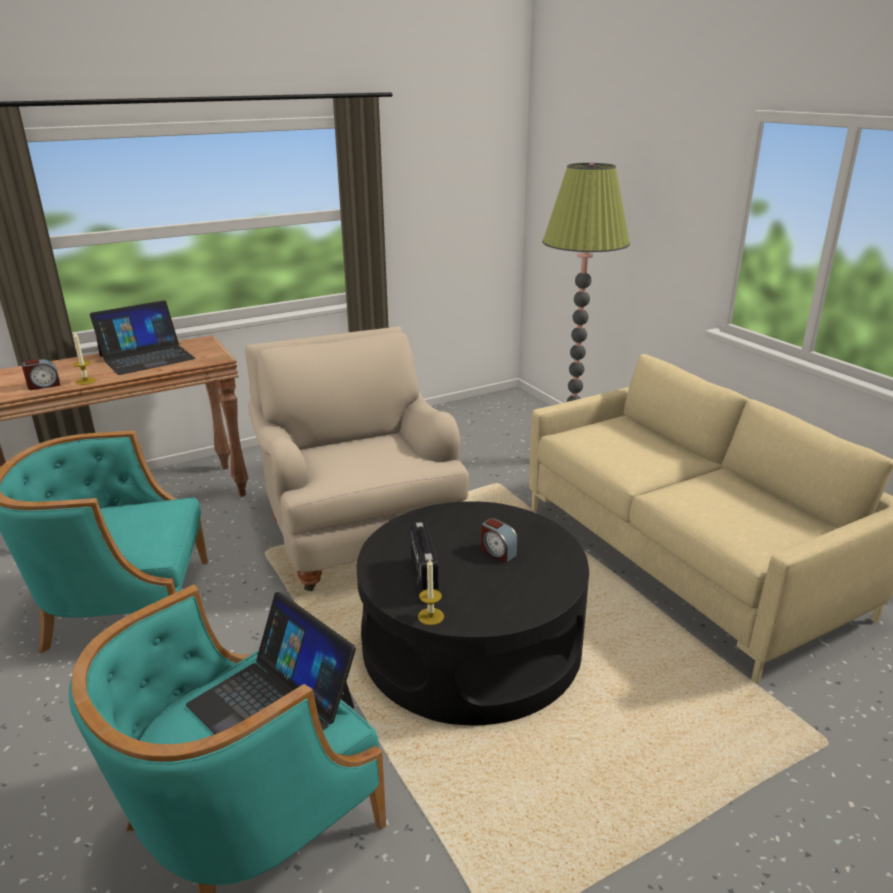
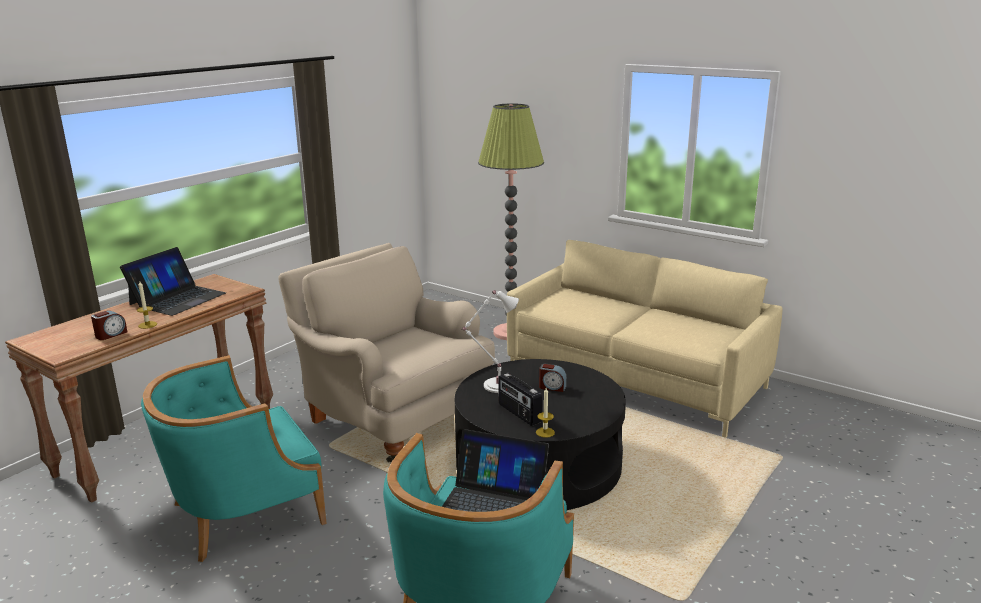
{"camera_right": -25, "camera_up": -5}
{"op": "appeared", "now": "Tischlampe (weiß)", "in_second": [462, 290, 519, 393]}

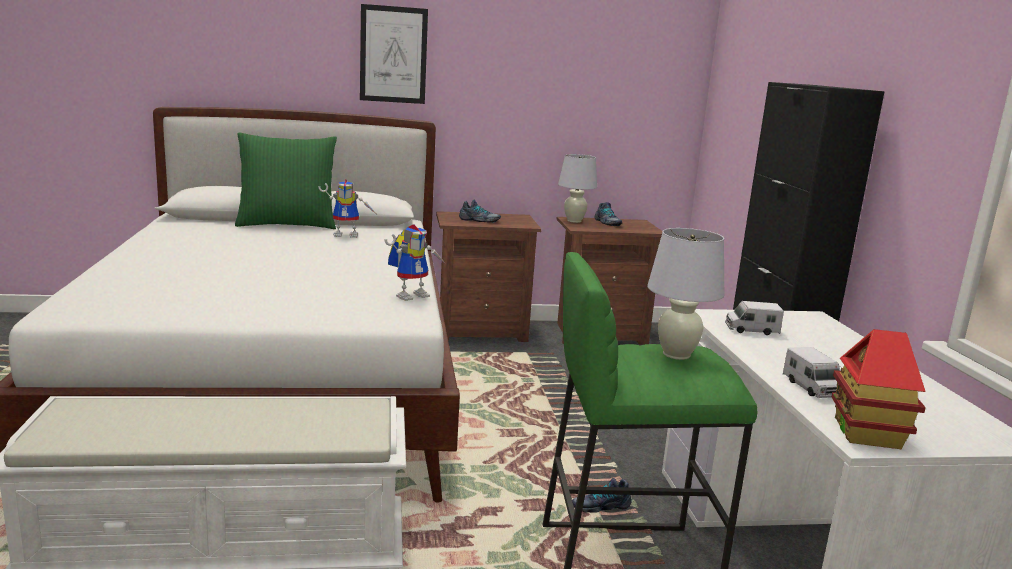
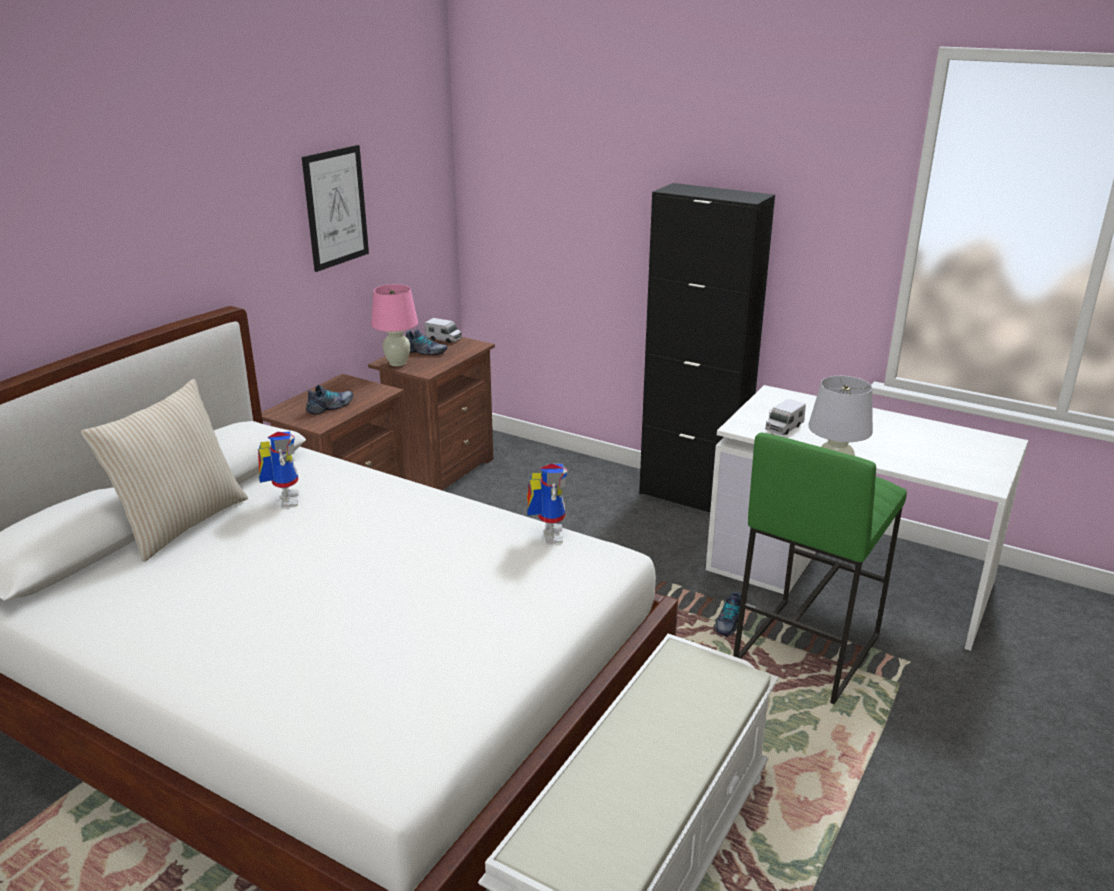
{"camera_right": -50, "camera_up": 10}
{"op": "colour", "was": "Kissen (grün)", "now": "Kissen (beige)", "in_first": [235, 133, 337, 229], "in_second": [81, 379, 248, 562]}
{"op": "spun", "was": "Spielzeugroboter", "in_first": [318, 180, 375, 238], "in_second": [258, 431, 299, 507], "clockwise": -45}
{"op": "relocated", "was": "Bild", "in_first": [360, 4, 428, 104], "in_second": [302, 145, 369, 272]}
{"op": "colour", "was": "Tischlampe (weiß)", "now": "Tischlampe (rosa)", "in_first": [558, 154, 597, 223], "in_second": [371, 284, 418, 366]}
{"op": "relocated", "was": "Spielzeuglaster", "in_first": [783, 347, 842, 398], "in_second": [425, 318, 462, 343]}
{"op": "missing", "was": "Spielzeughaus", "in_first": [832, 329, 926, 449]}

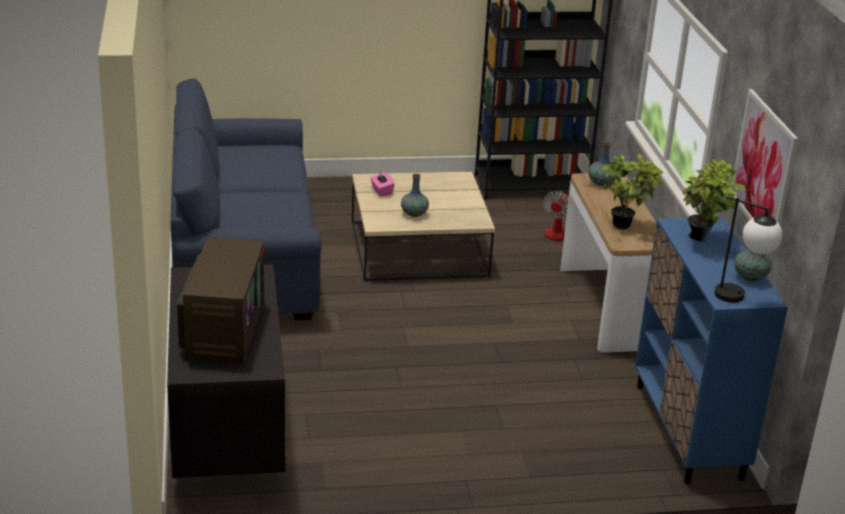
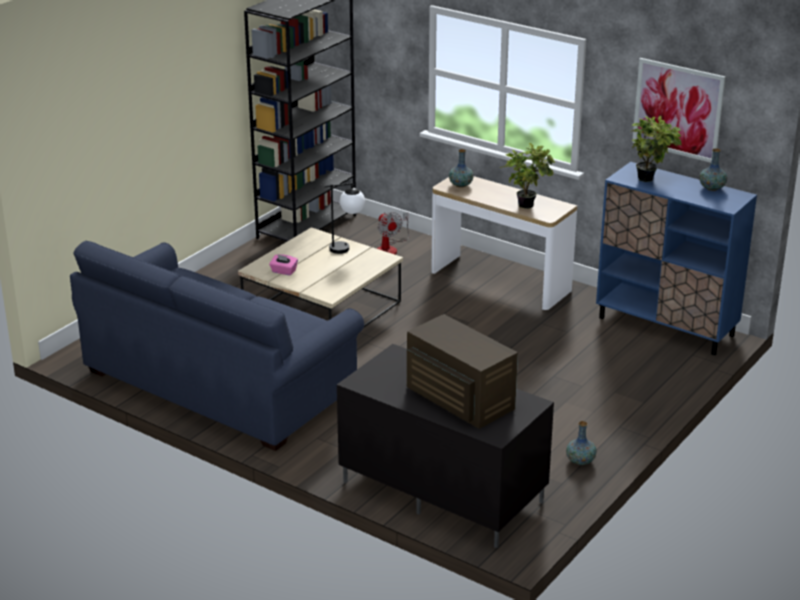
{"camera_right": -45, "camera_up": 0}
{"op": "relocated", "was": "Vase", "in_first": [401, 174, 429, 217], "in_second": [566, 421, 597, 465]}
{"op": "relocated", "was": "Tischlampe", "in_first": [714, 196, 782, 303], "in_second": [324, 183, 365, 254]}

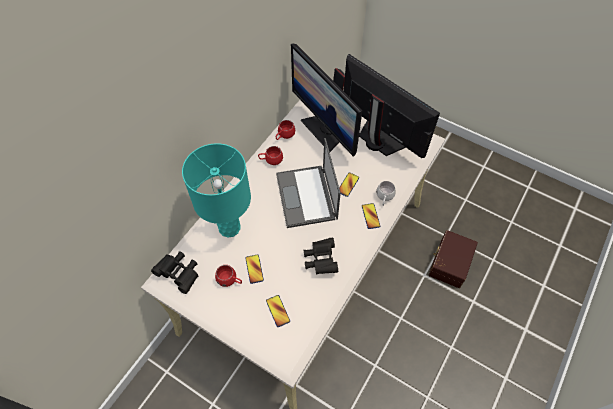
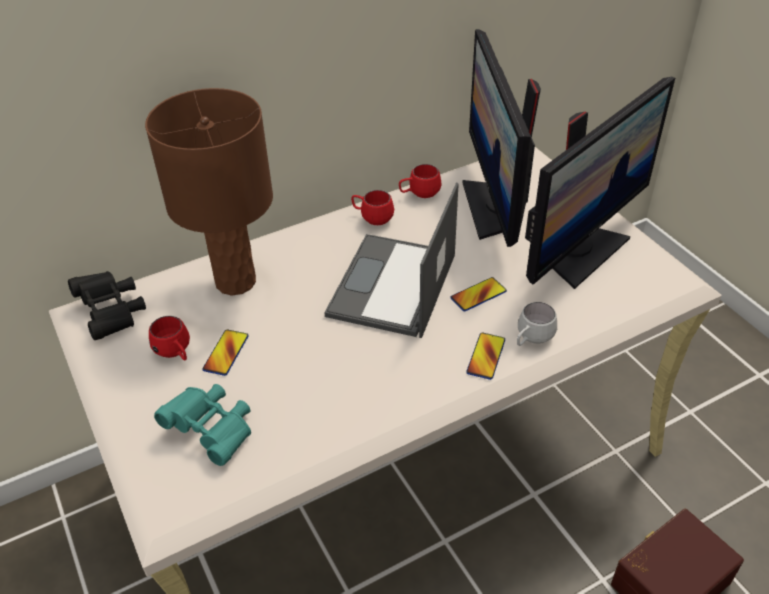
{"camera_right": 30, "camera_up": -15}
{"op": "colour", "was": "Tischlampe (türkis)", "now": "Tischlampe (braun)", "in_first": [182, 143, 251, 238], "in_second": [145, 88, 273, 296]}
{"op": "exchanged", "was": "Handy", "now": "Fernglas (türkis)", "in_first": [266, 295, 290, 327], "in_second": [154, 384, 251, 466]}
{"op": "missing", "was": "Fernglas (schwarz)", "in_first": [304, 238, 338, 275]}
{"op": "spun", "was": "Monitor", "in_first": [344, 54, 440, 158], "in_second": [525, 77, 675, 289], "clockwise": 60}

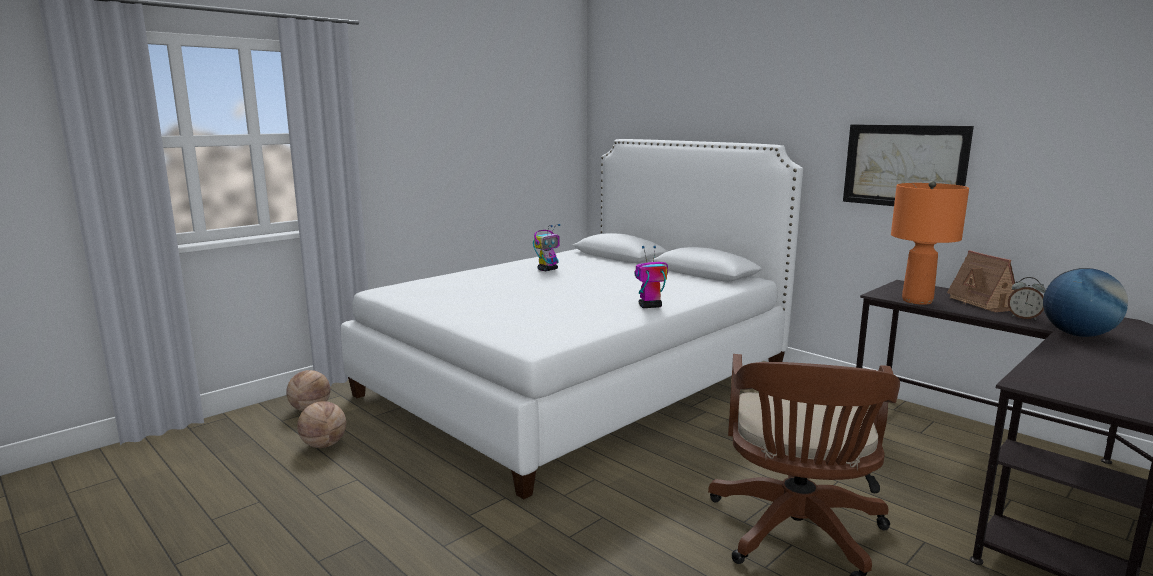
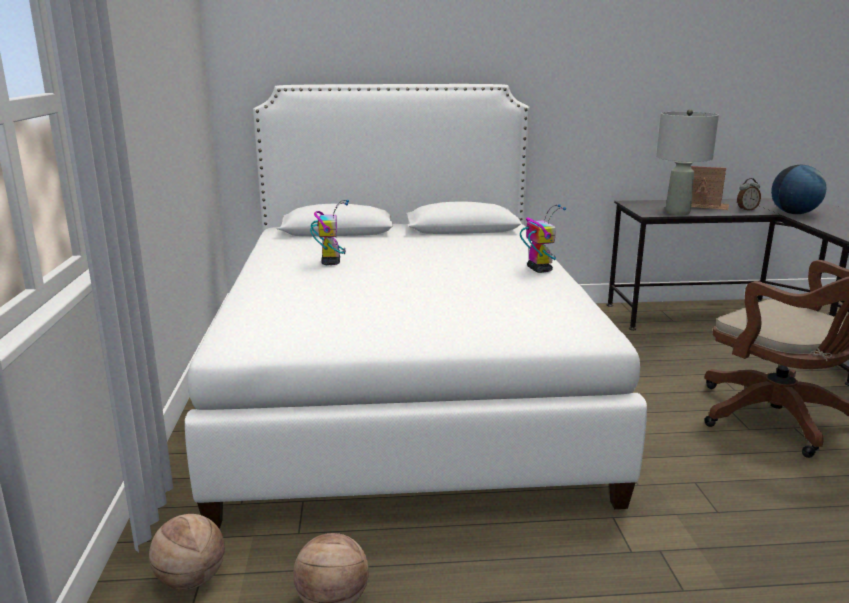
{"camera_right": -50, "camera_up": 5}
{"op": "spun", "was": "Spielzeugroboter", "in_first": [634, 246, 668, 308], "in_second": [520, 204, 566, 273], "clockwise": 135}
{"op": "missing", "was": "Bild", "in_first": [843, 124, 974, 206]}
{"op": "colour", "was": "Tischlampe (orange)", "now": "Tischlampe (grau)", "in_first": [891, 181, 969, 305], "in_second": [656, 109, 719, 215]}

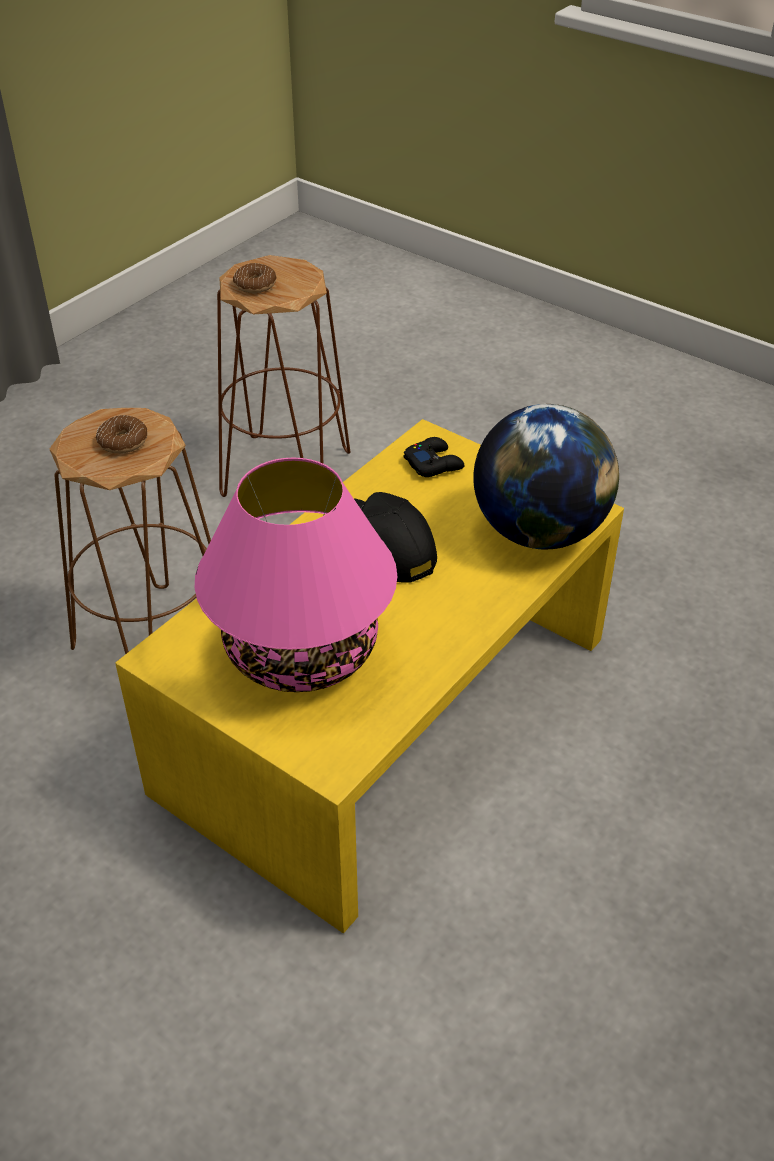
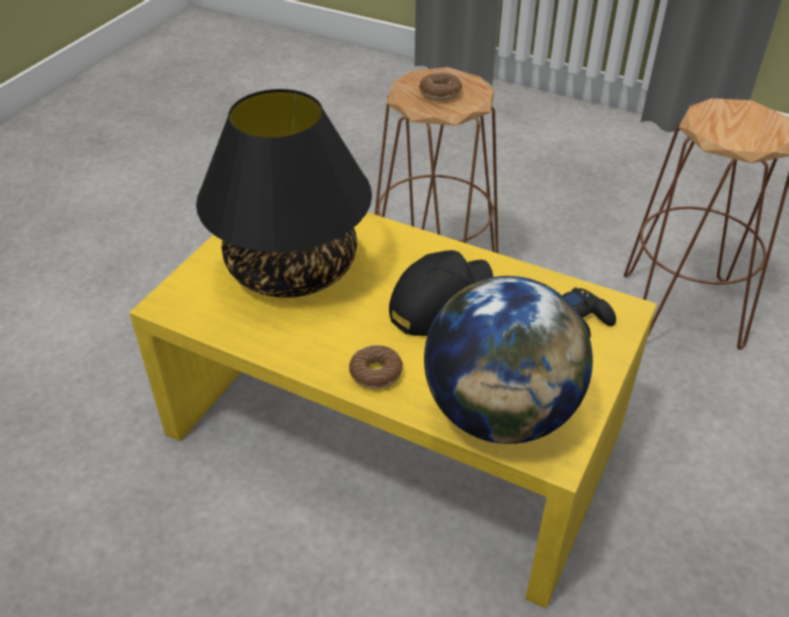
{"camera_right": 80, "camera_up": 0}
{"op": "colour", "was": "Tischlampe (rosa)", "now": "Tischlampe (schwarz)", "in_first": [194, 457, 397, 692], "in_second": [196, 89, 372, 298]}
{"op": "relocated", "was": "Donut", "in_first": [233, 263, 277, 293], "in_second": [349, 345, 403, 389]}

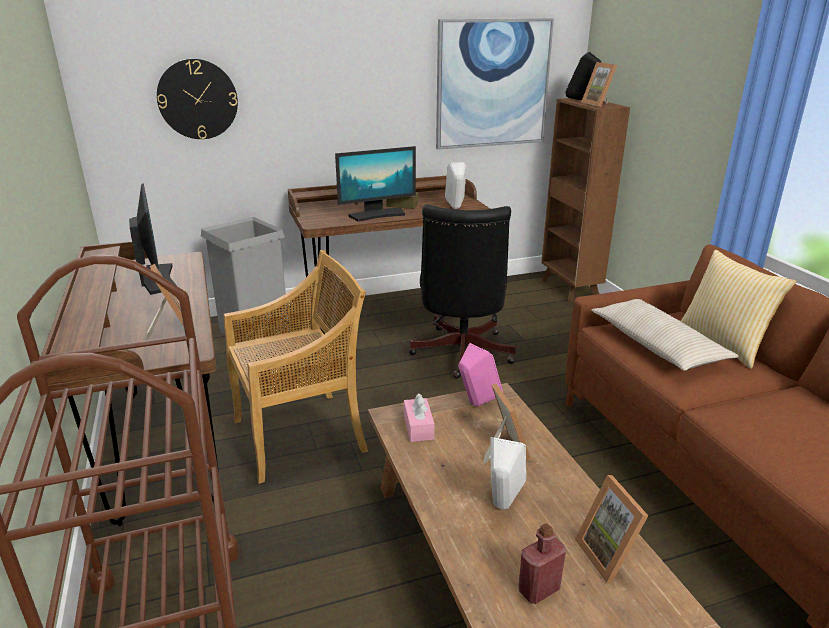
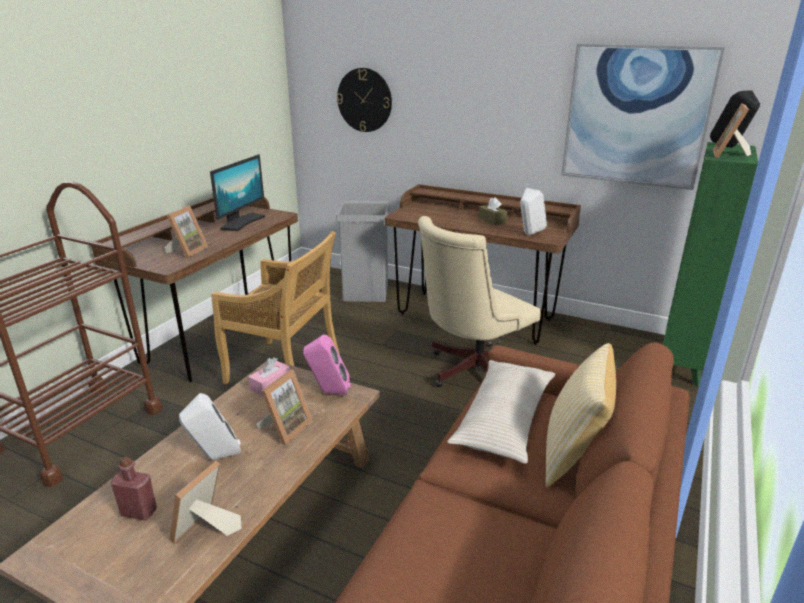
{"camera_right": 45, "camera_up": 0}
{"op": "missing", "was": "Monitor", "in_first": [335, 146, 416, 222]}
{"op": "colour", "was": "Bürostuhl (schwarz)", "now": "Bürostuhl (beige)", "in_first": [409, 204, 516, 378], "in_second": [418, 216, 541, 387]}
{"op": "colour", "was": "Bücherregal (braun)", "now": "Bücherregal (grün)", "in_first": [541, 98, 630, 303], "in_second": [661, 142, 758, 387]}

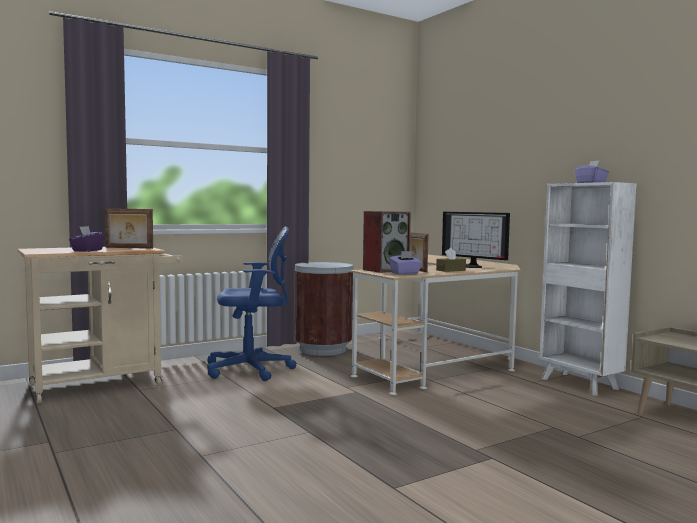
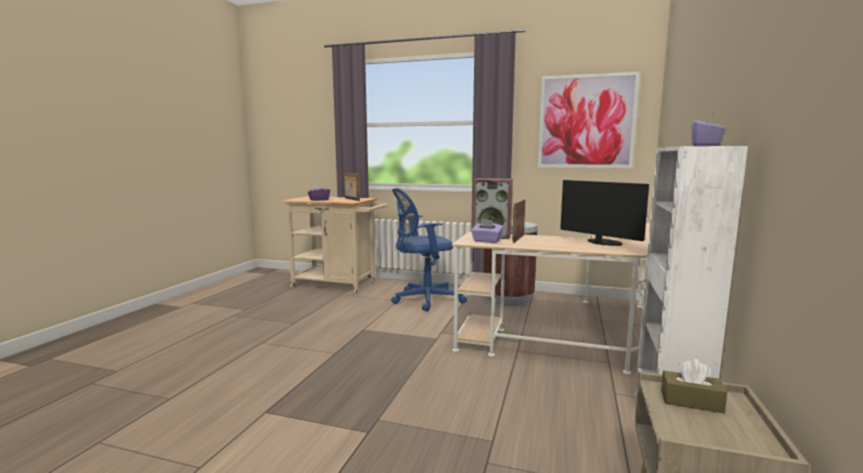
{"camera_right": 50, "camera_up": 5}
{"op": "spun", "was": "Bürostuhl (blau)", "in_first": [207, 226, 297, 381], "in_second": [391, 188, 467, 311], "clockwise": 120}
{"op": "relocated", "was": "Taschentuchbox (braun)", "in_first": [436, 248, 466, 272], "in_second": [661, 359, 727, 413]}
{"op": "spun", "was": "Monitor", "in_first": [442, 212, 510, 268], "in_second": [560, 180, 649, 246], "clockwise": 135}
{"op": "appeared", "now": "Bild", "in_second": [538, 72, 640, 168]}

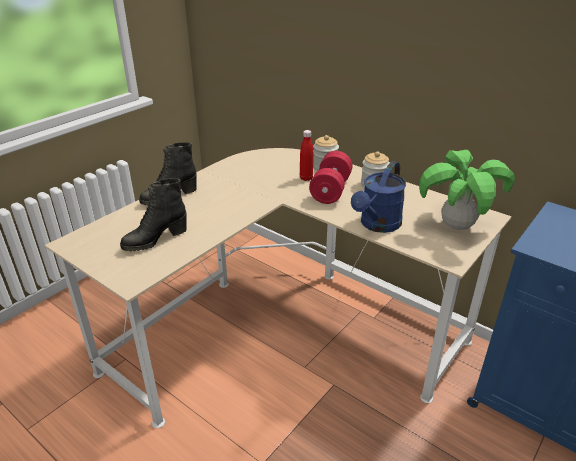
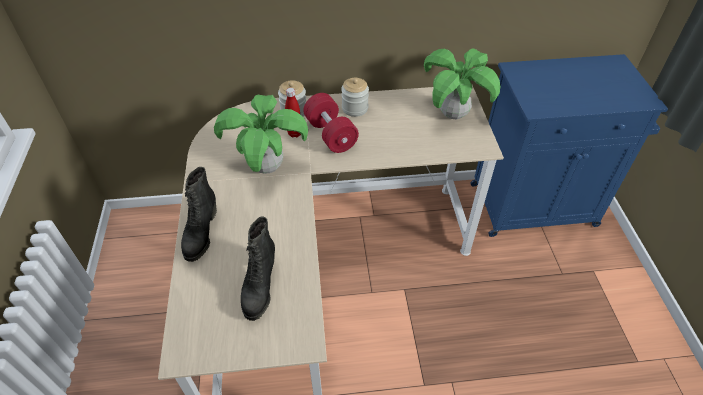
{"camera_right": -45, "camera_up": 15}
{"op": "missing", "was": "Gießkanne (blau)", "in_first": [351, 161, 406, 233]}
{"op": "appeared", "now": "Topfpflanze", "in_second": [214, 94, 308, 174]}

